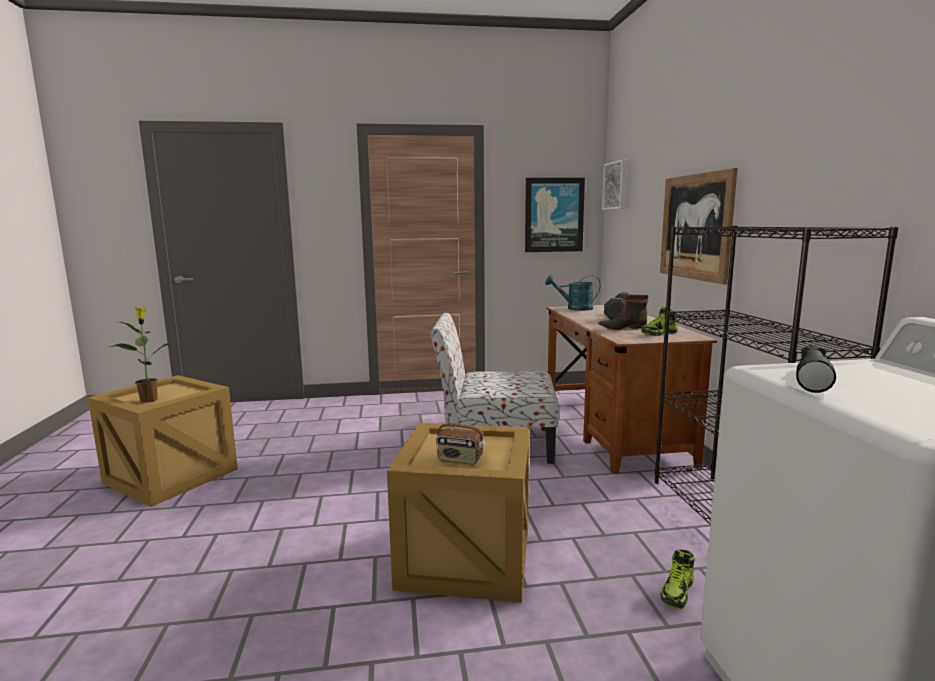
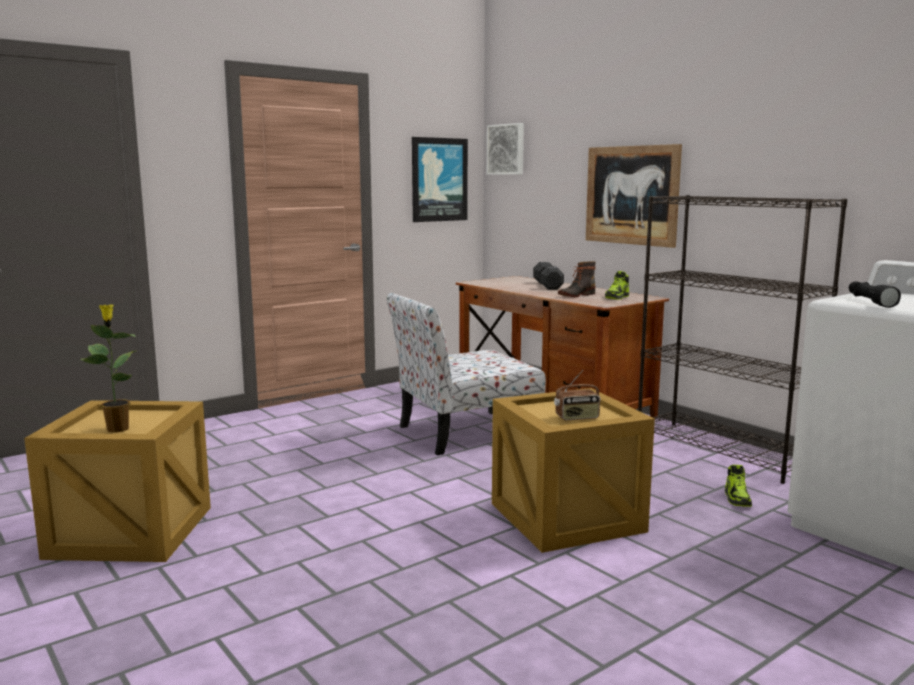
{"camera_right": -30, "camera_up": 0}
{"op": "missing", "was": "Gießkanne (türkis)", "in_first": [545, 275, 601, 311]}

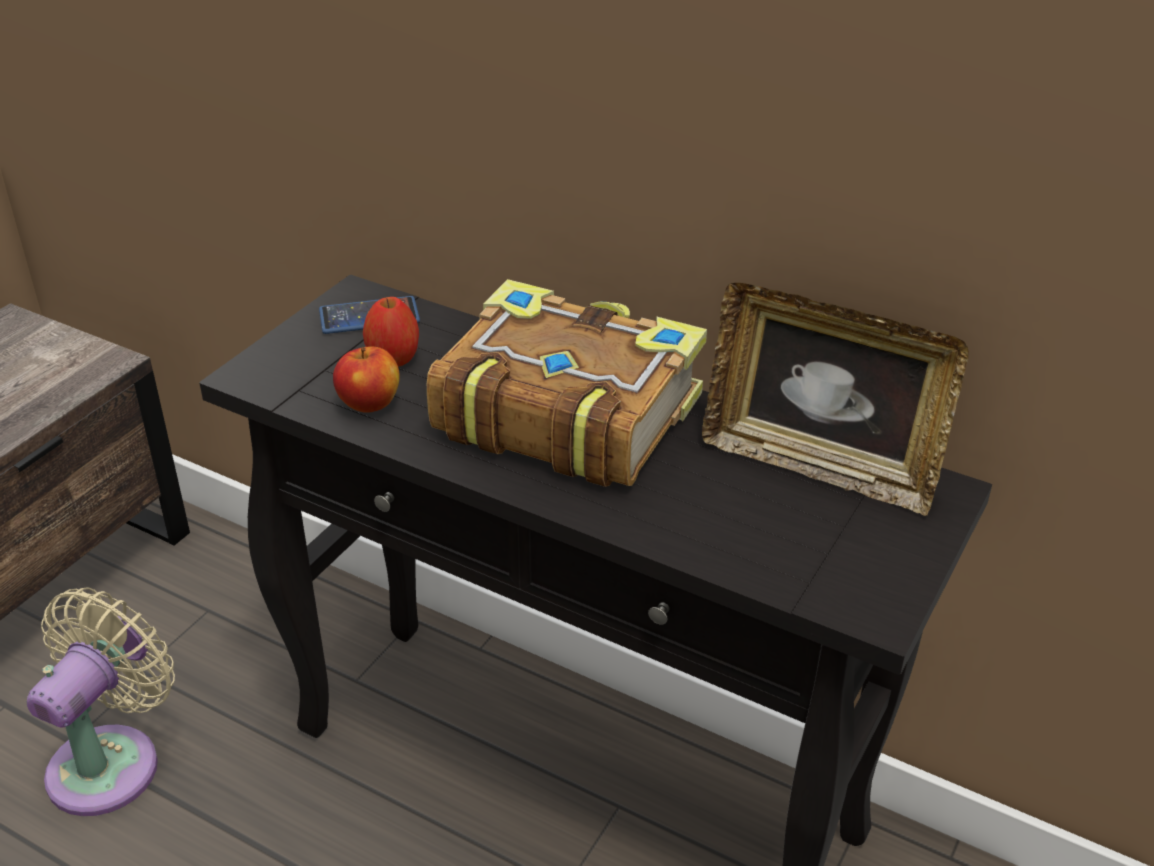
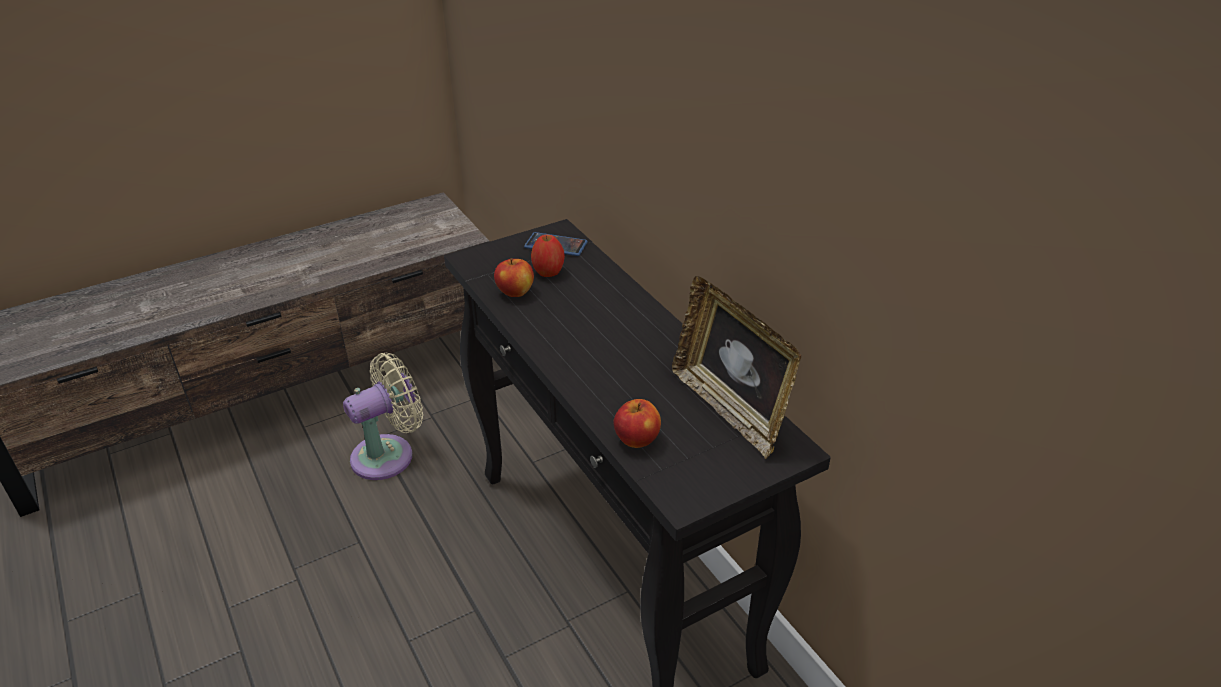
{"camera_right": 30, "camera_up": 0}
{"op": "missing", "was": "Buch", "in_first": [427, 279, 707, 487]}
{"op": "appeared", "now": "Apfel", "in_second": [614, 399, 661, 448]}

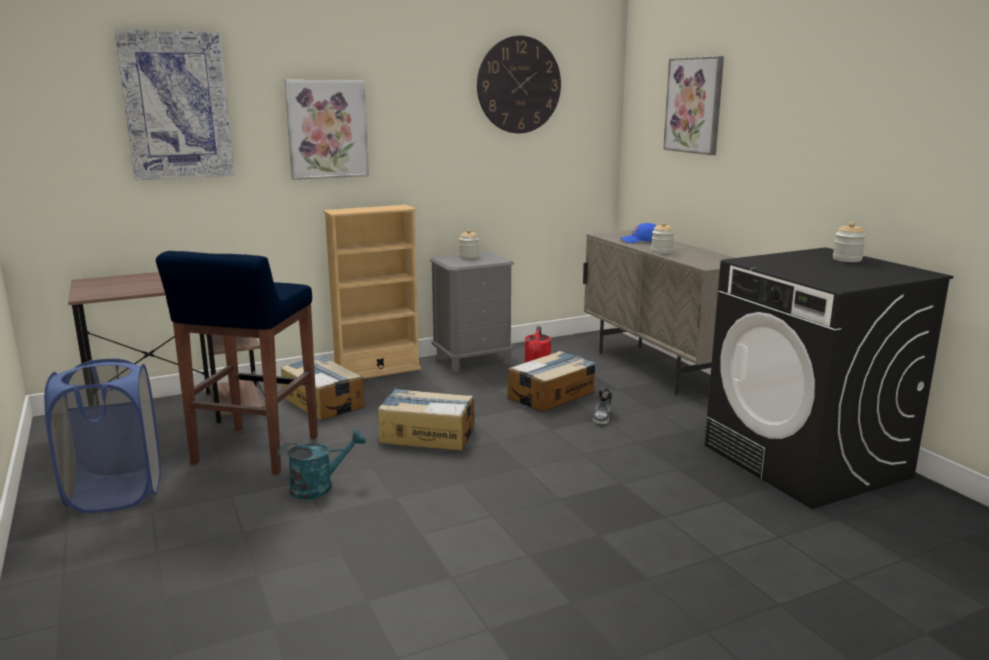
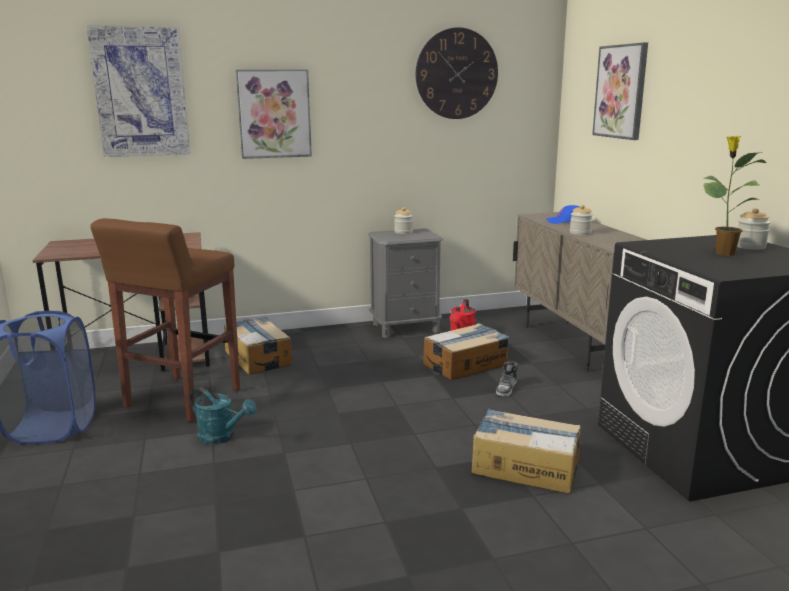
{"camera_right": 10, "camera_up": 0}
{"op": "colour", "was": "Hocker (blau)", "now": "Hocker (braun)", "in_first": [156, 251, 318, 475], "in_second": [90, 218, 240, 422]}
{"op": "spun", "was": "Gießkanne (türkis)", "in_first": [276, 429, 366, 499], "in_second": [190, 387, 257, 445], "clockwise": 45}
{"op": "missing", "was": "Bücherregal (beige)", "in_first": [323, 205, 421, 379]}
{"op": "relocated", "was": "Karton", "in_first": [378, 388, 474, 451], "in_second": [472, 408, 581, 494]}
{"op": "appeared", "now": "Topfpflanze", "in_second": [703, 136, 767, 256]}

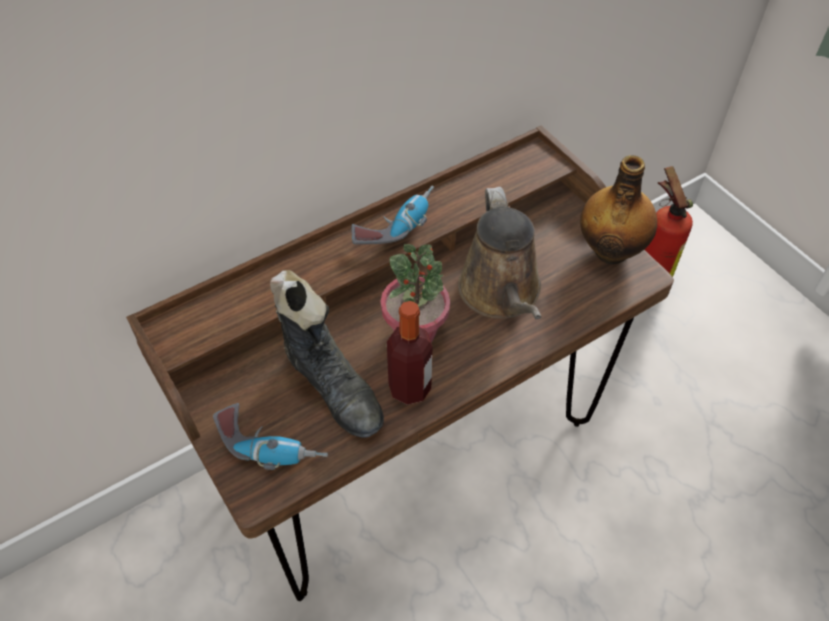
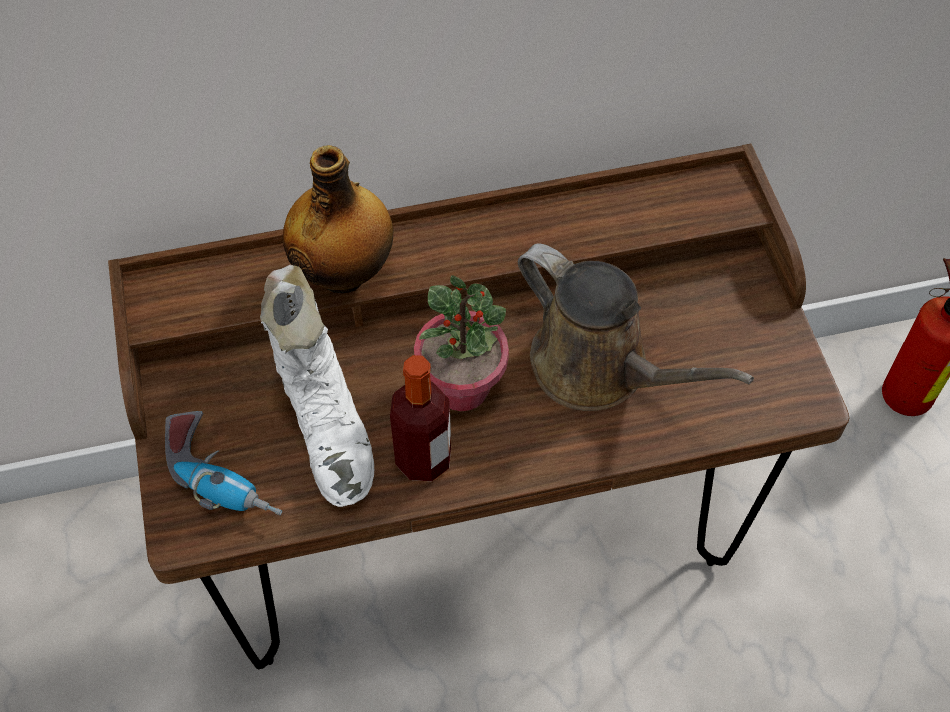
{"camera_right": 20, "camera_up": 5}
{"op": "colour", "was": "Stiefel (schwarz)", "now": "Stiefel (weiß)", "in_first": [270, 270, 384, 438], "in_second": [260, 265, 374, 507]}
{"op": "missing", "was": "Bohrmaschine", "in_first": [351, 186, 434, 245]}
{"op": "spun", "was": "Gießkanne (braun)", "in_first": [458, 187, 541, 319], "in_second": [518, 243, 754, 411], "clockwise": -60}
{"op": "relocated", "was": "Flasche", "in_first": [580, 155, 657, 265], "in_second": [283, 145, 393, 293]}

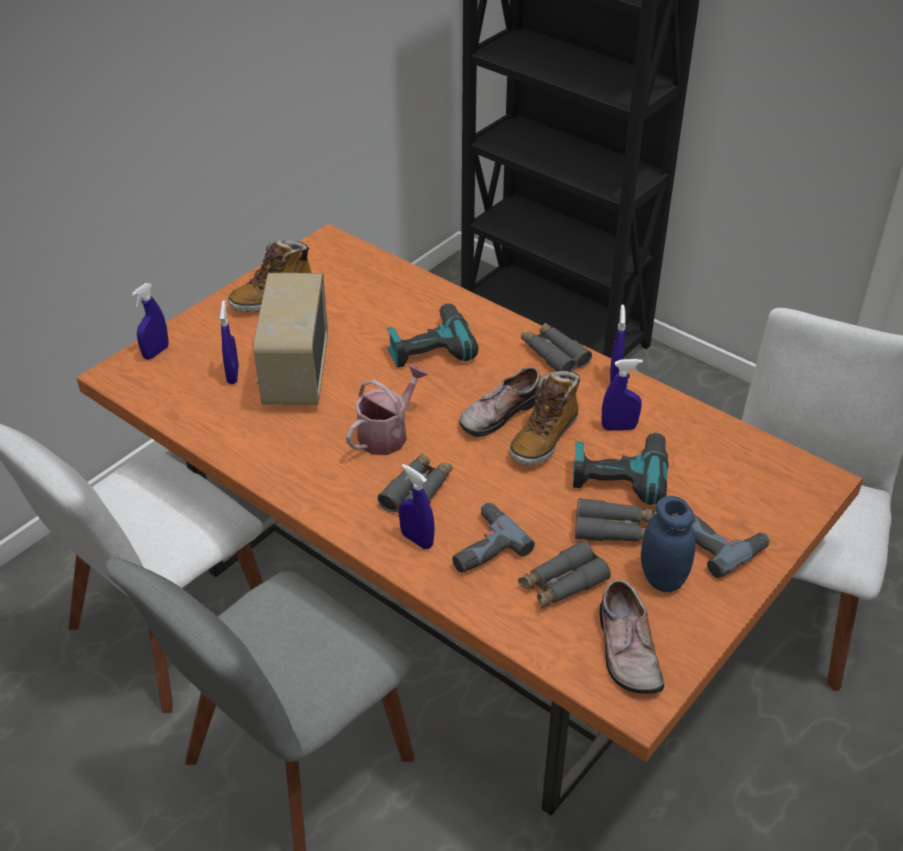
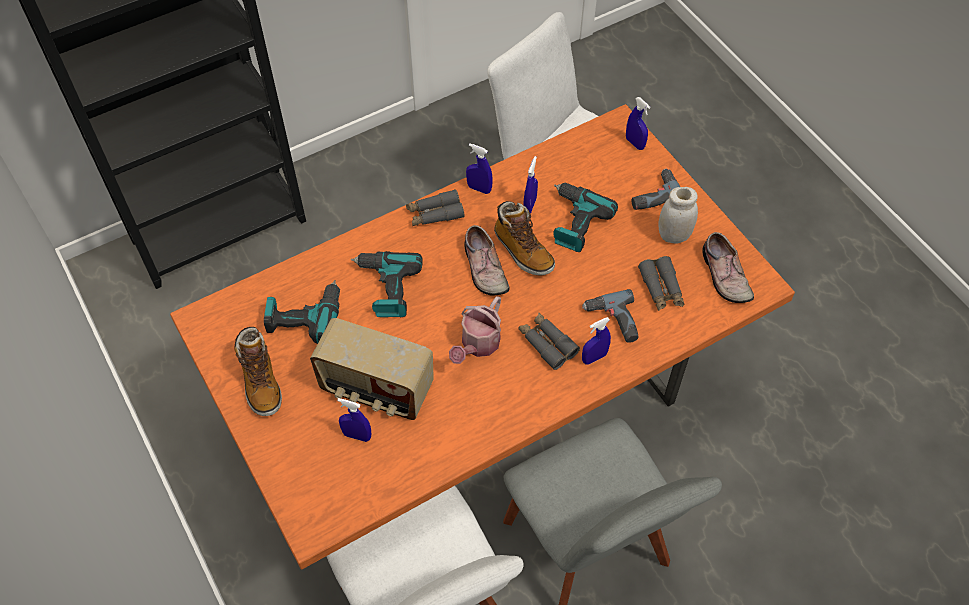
{"camera_right": -70, "camera_up": 15}
{"op": "relocated", "was": "Sprühflasche (blau)", "in_first": [131, 283, 169, 360], "in_second": [626, 97, 650, 150]}
{"op": "spun", "was": "Gießkanne", "in_first": [346, 365, 429, 455], "in_second": [449, 297, 501, 364], "clockwise": -120}
{"op": "missing", "was": "Fernglas (grau)", "in_first": [575, 498, 655, 542]}
{"op": "spun", "was": "Schuh", "in_first": [600, 580, 664, 694], "in_second": [702, 232, 754, 303], "clockwise": 60}
{"op": "colour", "was": "Vorratsglas (blau)", "now": "Vorratsglas (weiß)", "in_first": [641, 496, 696, 592], "in_second": [658, 187, 698, 243]}
{"op": "appeared", "now": "Bohrmaschine", "in_second": [264, 280, 340, 344]}

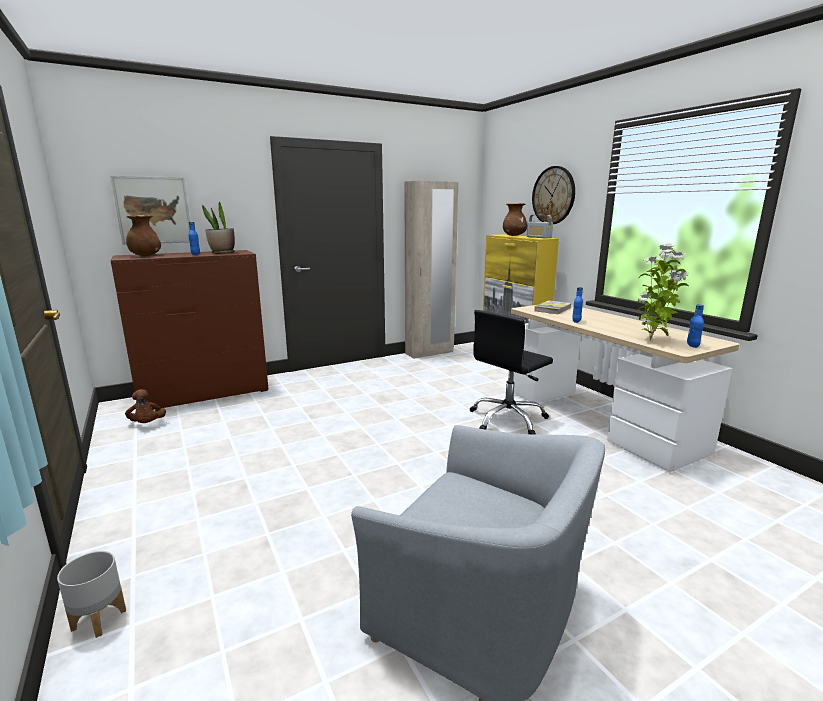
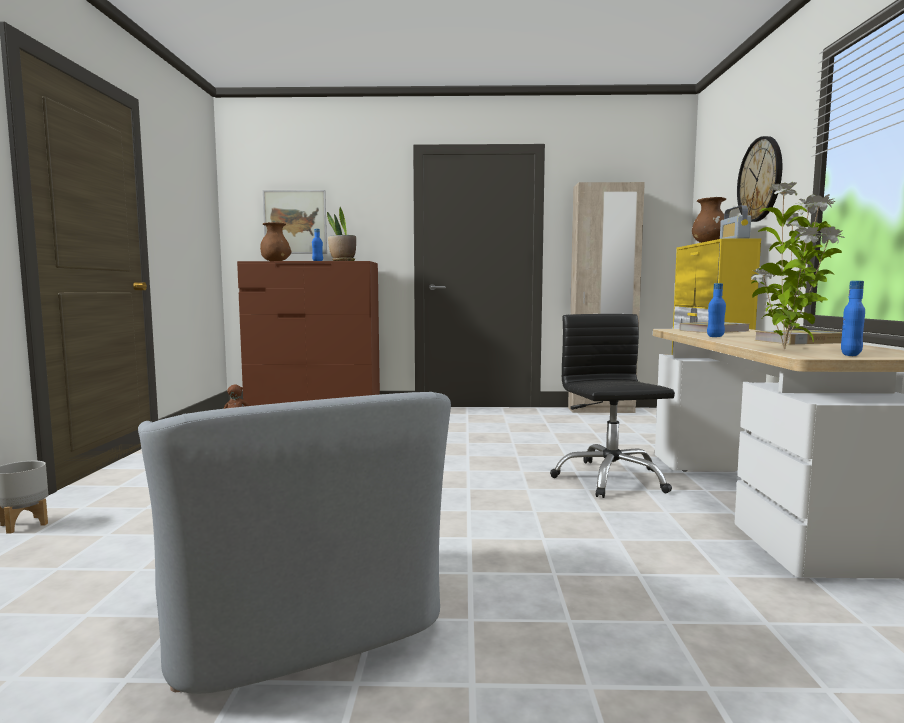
{"camera_right": 30, "camera_up": -10}
{"op": "spun", "was": "Bürostuhl (schwarz)", "in_first": [470, 310, 553, 435], "in_second": [550, 314, 675, 498], "clockwise": 90}
{"op": "appeared", "now": "Buch", "in_second": [755, 330, 842, 345]}

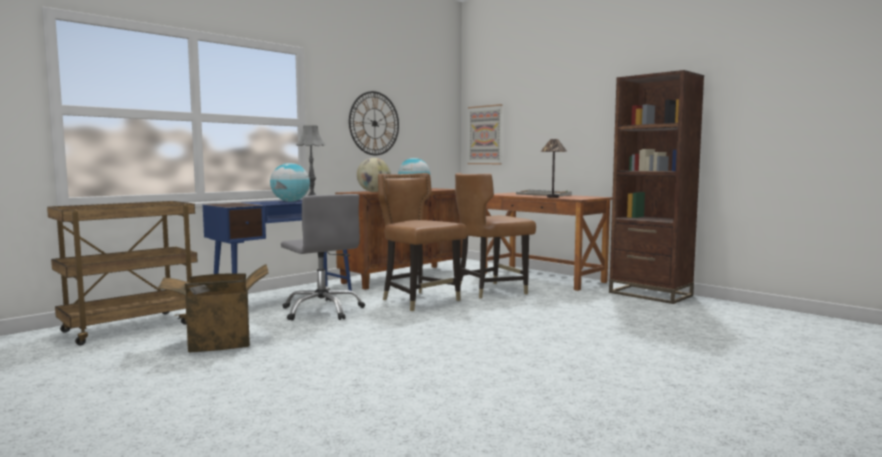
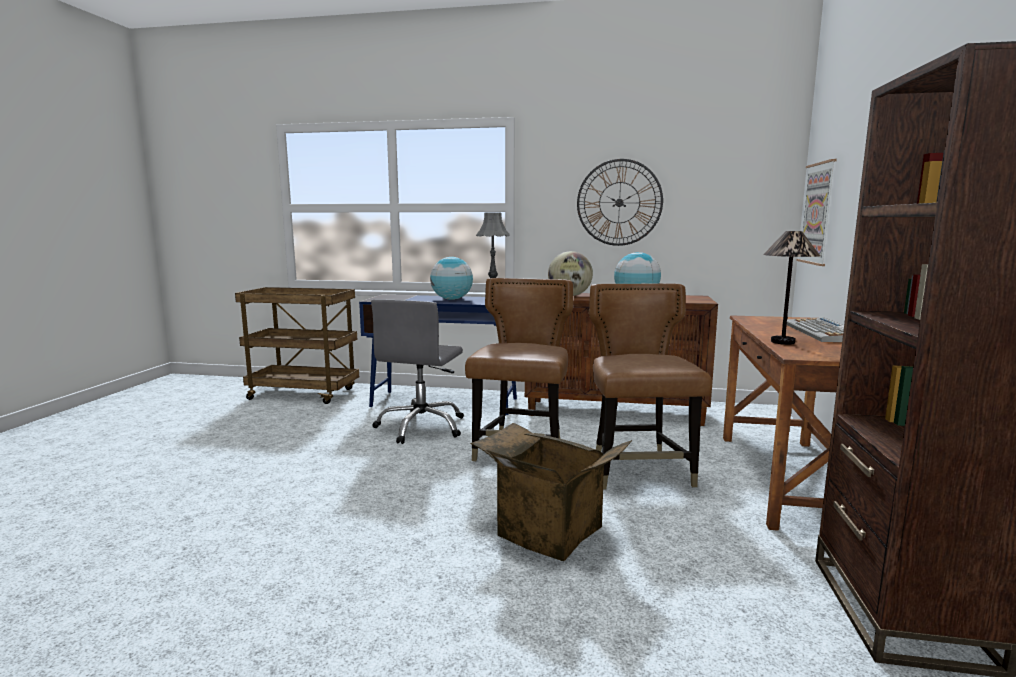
{"camera_right": 55, "camera_up": 5}
{"op": "relocated", "was": "Karton", "in_first": [156, 264, 268, 352], "in_second": [470, 423, 632, 561]}
{"op": "spun", "was": "Stuhl (braun)", "in_first": [455, 173, 536, 299], "in_second": [589, 283, 712, 489], "clockwise": 60}

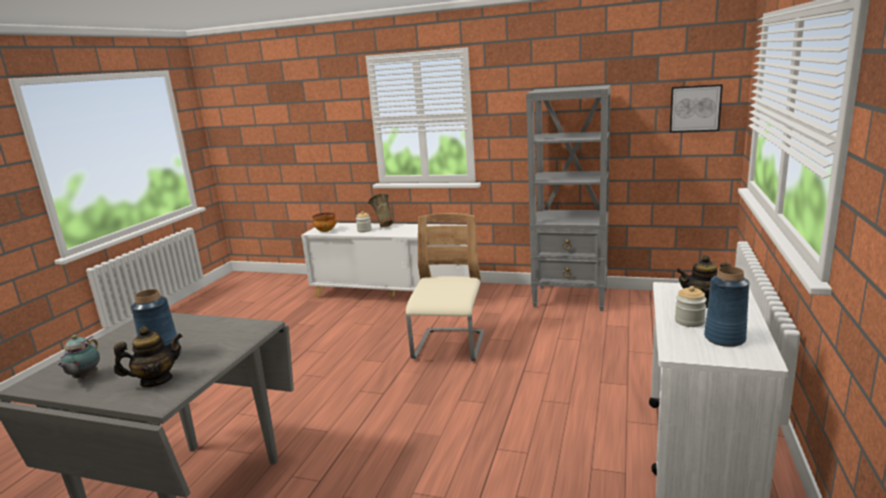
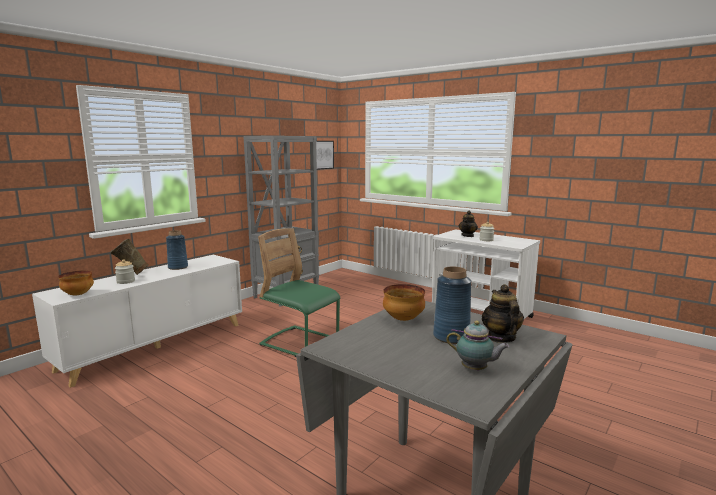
{"camera_right": -70, "camera_up": -5}
{"op": "colour", "was": "Stuhl (beige)", "now": "Stuhl (grün)", "in_first": [406, 213, 485, 361], "in_second": [258, 228, 340, 357]}
{"op": "relocated", "was": "Vase (blau)", "in_first": [704, 267, 749, 347], "in_second": [166, 230, 188, 270]}
{"op": "appeared", "now": "Schüssel", "in_second": [383, 284, 425, 321]}

